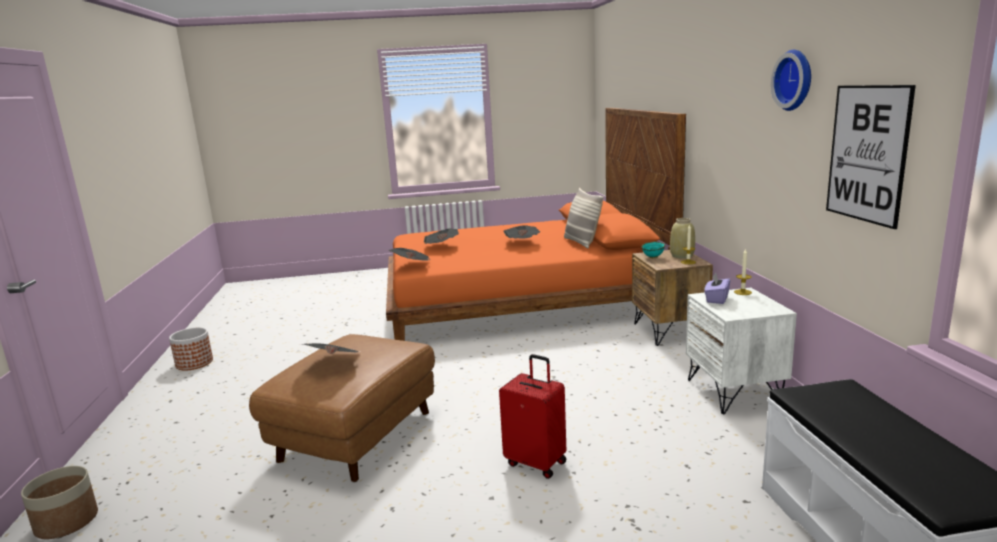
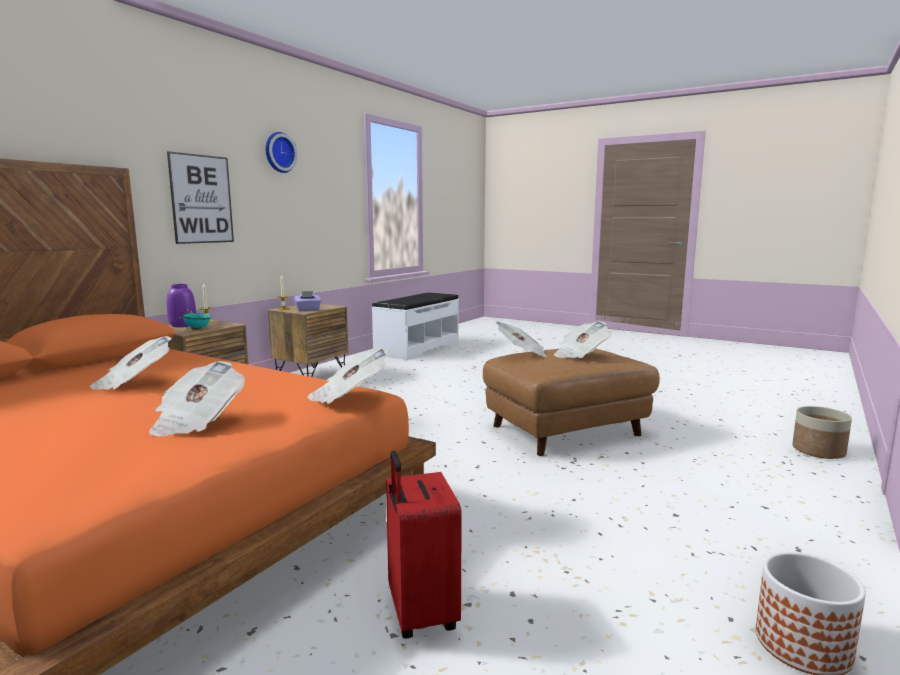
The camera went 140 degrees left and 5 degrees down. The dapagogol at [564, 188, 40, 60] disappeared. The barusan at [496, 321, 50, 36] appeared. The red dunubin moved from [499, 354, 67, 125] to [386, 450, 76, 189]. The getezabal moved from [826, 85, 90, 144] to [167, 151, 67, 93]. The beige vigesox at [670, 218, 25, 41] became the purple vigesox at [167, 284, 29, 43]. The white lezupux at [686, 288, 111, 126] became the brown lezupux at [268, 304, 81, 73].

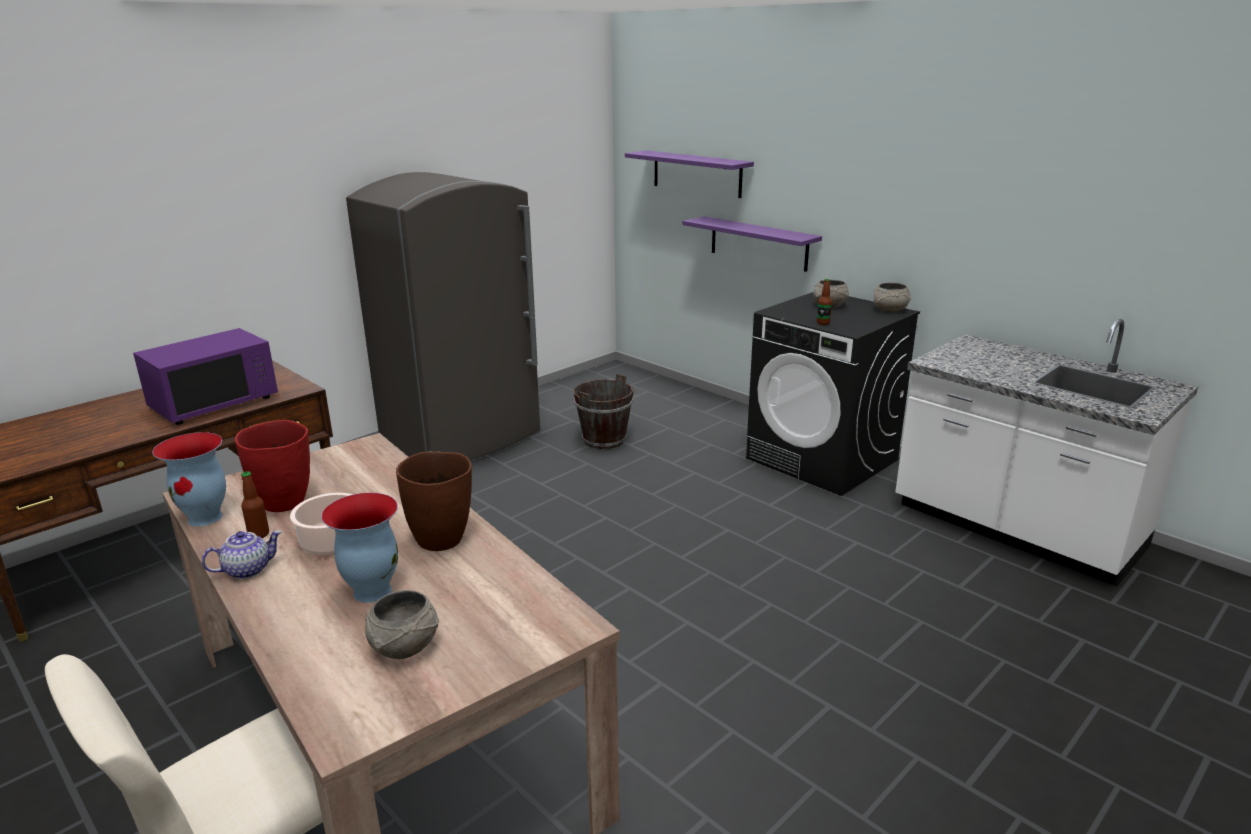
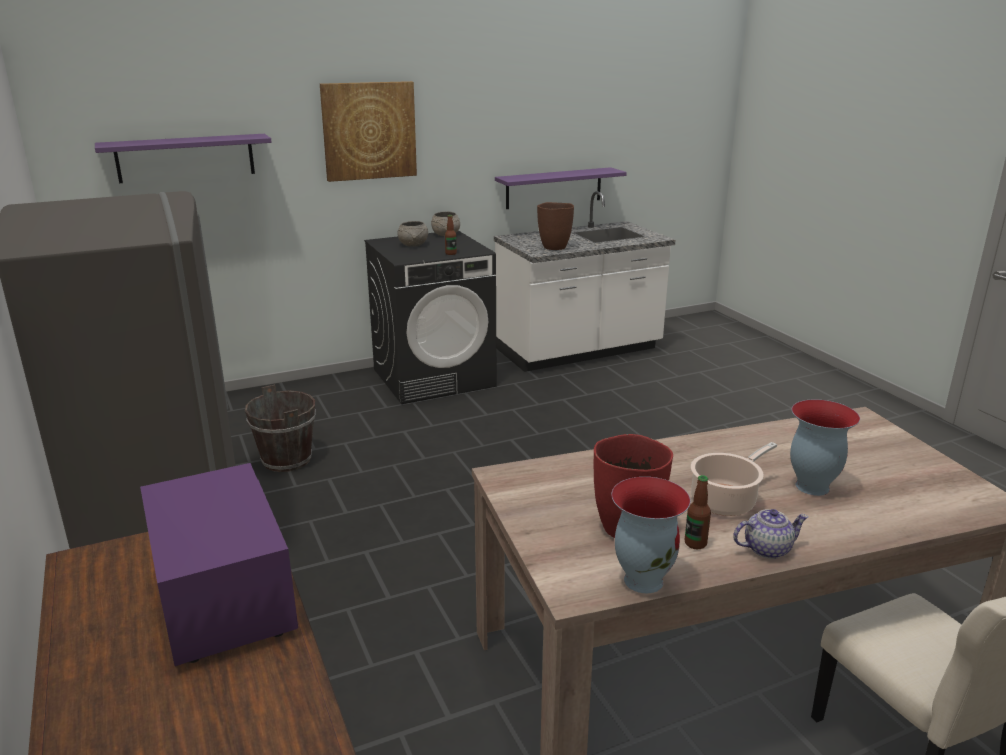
The camera went 70 degrees left and 0 degrees up. The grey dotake at [365, 590, 74, 69] disappeared. The getezabal at [320, 81, 97, 101] appeared. The brown vigesox moved from [396, 451, 76, 100] to [537, 202, 37, 48]. The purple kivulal moved from [683, 216, 139, 56] to [495, 167, 132, 42]. The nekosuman at [202, 530, 80, 49] turned 90 degrees clockwise.

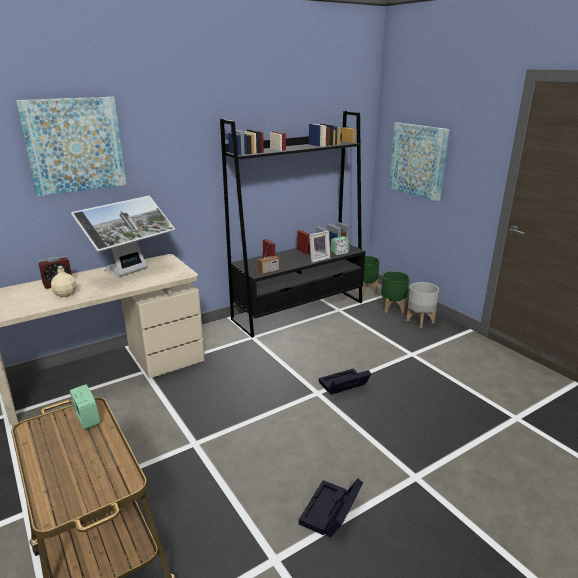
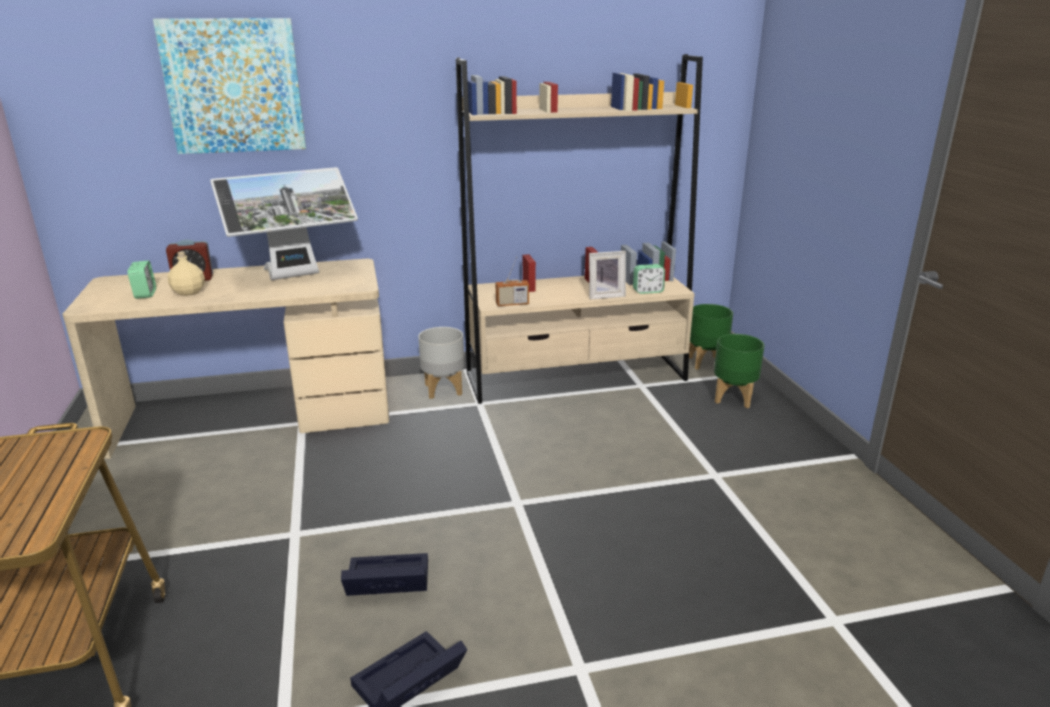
The camera went 20 degrees right and 0 degrees up. The getezabal at [389, 122, 60, 79] disappeared. The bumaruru moved from [70, 384, 31, 46] to [128, 260, 28, 39]. The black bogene moved from [319, 369, 52, 26] to [341, 553, 87, 43]. The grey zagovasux moved from [406, 282, 33, 46] to [418, 327, 46, 72]. The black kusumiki at [220, 111, 146, 227] became the beige kusumiki at [456, 54, 247, 350].

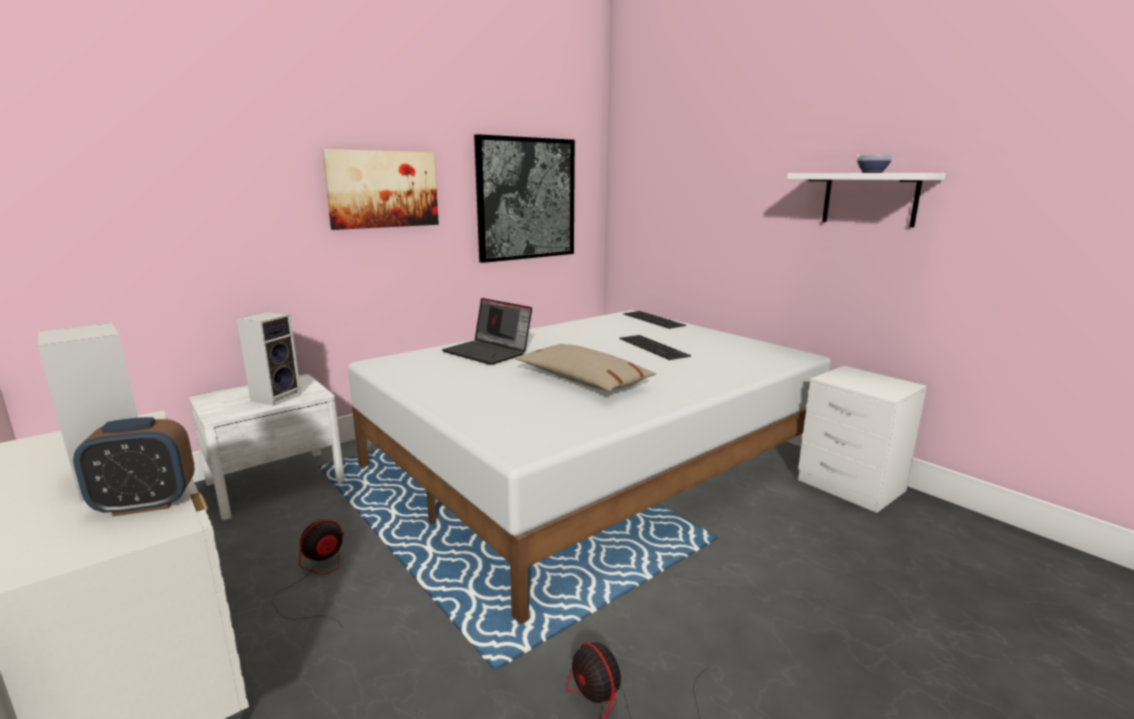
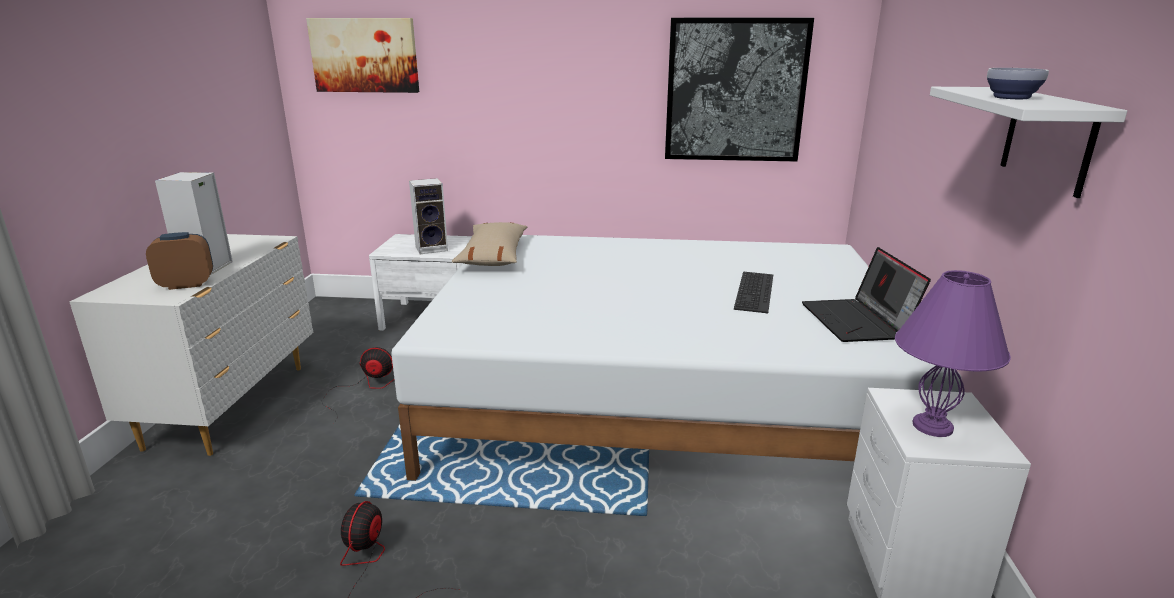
The camera went 45 degrees right and 5 degrees up. The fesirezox at [623, 311, 63, 18] disappeared. The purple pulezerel at [895, 270, 116, 167] appeared. The getezabal moved from [322, 149, 117, 81] to [306, 18, 113, 75]. The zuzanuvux moved from [442, 298, 90, 67] to [802, 247, 129, 95]. The beige dapagogol moved from [515, 344, 141, 47] to [452, 222, 75, 44]. The bumaruru at [73, 417, 122, 99] turned 135 degrees clockwise.

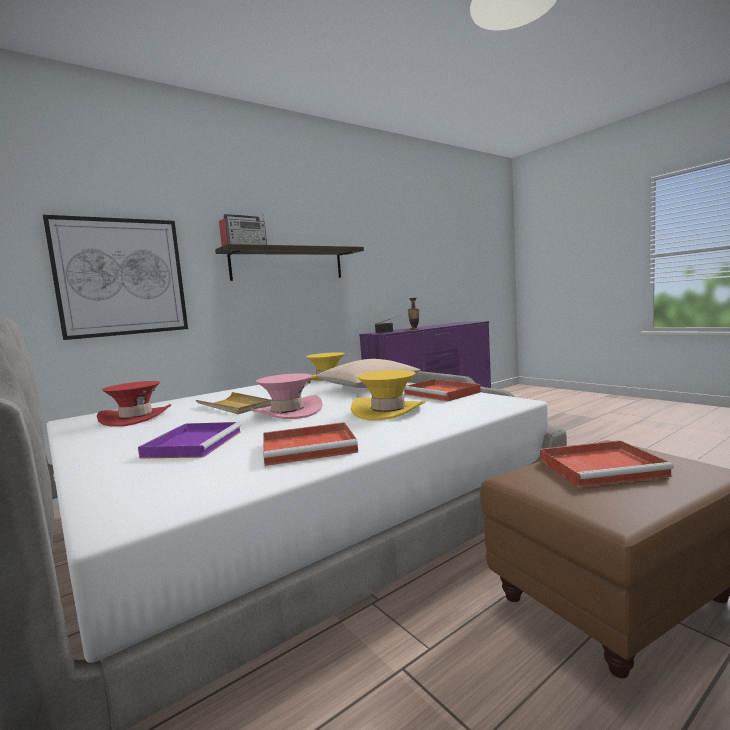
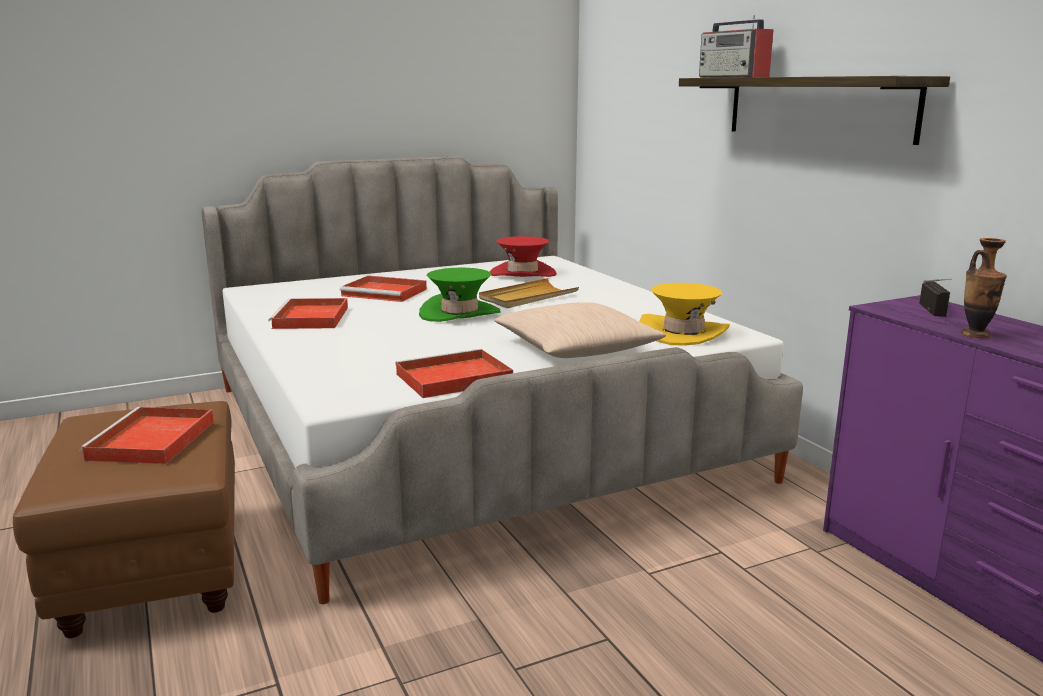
The camera went 100 degrees right and 10 degrees up. The getezabal at [43, 215, 145, 125] disappeared. The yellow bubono at [351, 370, 75, 51] disappeared. The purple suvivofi at [138, 422, 104, 37] became the red suvivofi at [340, 275, 87, 27]. The pink bubono at [251, 373, 72, 46] became the green bubono at [419, 268, 82, 54].

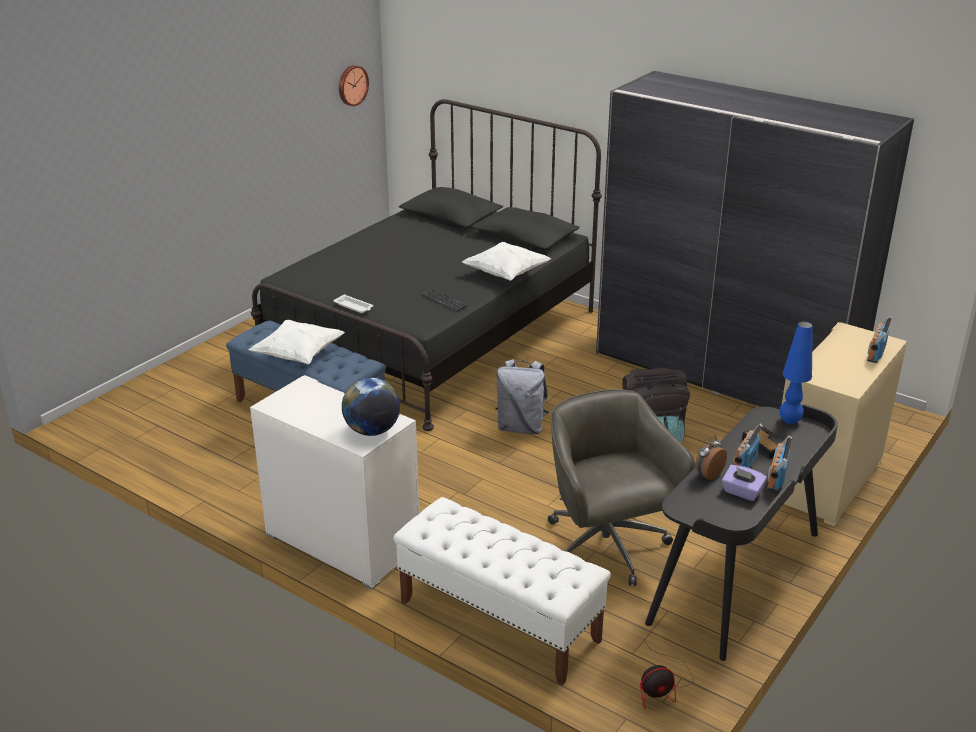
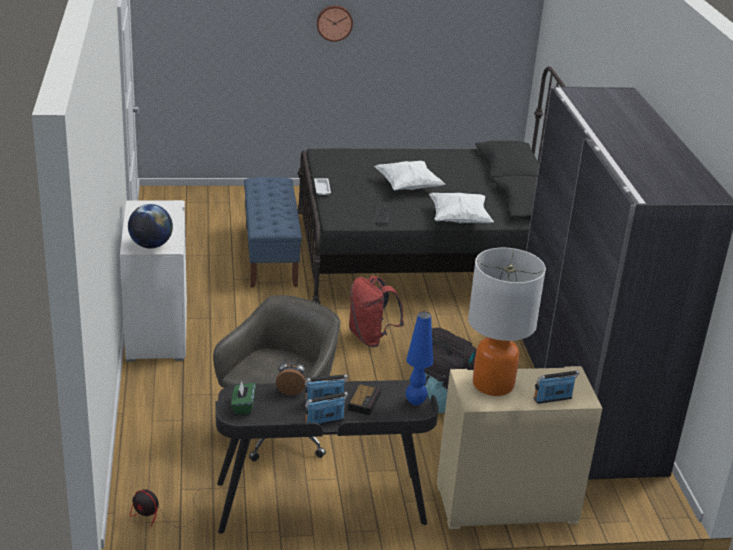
The camera went 45 degrees right and 0 degrees up. The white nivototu at [394, 497, 217, 188] disappeared. The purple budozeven at [722, 465, 45, 36] disappeared. The green budozeven at [231, 381, 25, 34] appeared. The pulezerel at [468, 248, 78, 148] appeared. The white dapagogol moved from [249, 320, 96, 45] to [374, 161, 71, 30]. The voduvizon moved from [339, 65, 30, 41] to [316, 5, 37, 37]. The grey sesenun at [495, 359, 54, 75] became the red sesenun at [349, 276, 55, 71].

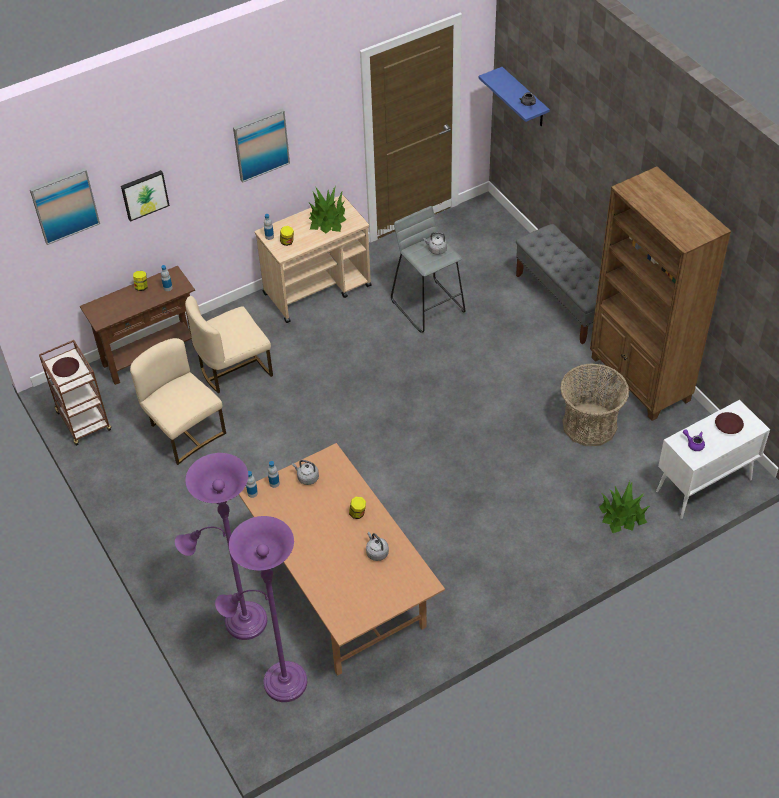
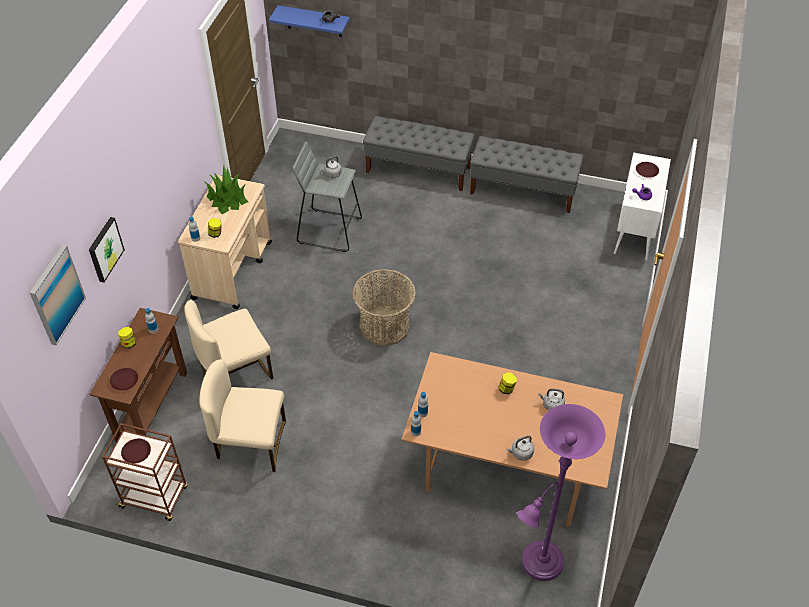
The camera went 45 degrees left and 0 degrees up. The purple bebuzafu at [175, 453, 92, 187] disappeared. The getezabal at [233, 108, 57, 75] disappeared. The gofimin at [599, 481, 51, 52] disappeared. The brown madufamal at [110, 368, 28, 23] appeared. The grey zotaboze moved from [292, 460, 27, 25] to [507, 436, 27, 25]. The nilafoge moved from [560, 363, 69, 83] to [352, 269, 64, 77]. The brown kusumiki at [590, 167, 141, 254] was replaced by the grey nivototu at [470, 136, 114, 77]. The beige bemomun at [185, 296, 88, 97] turned 45 degrees clockwise.

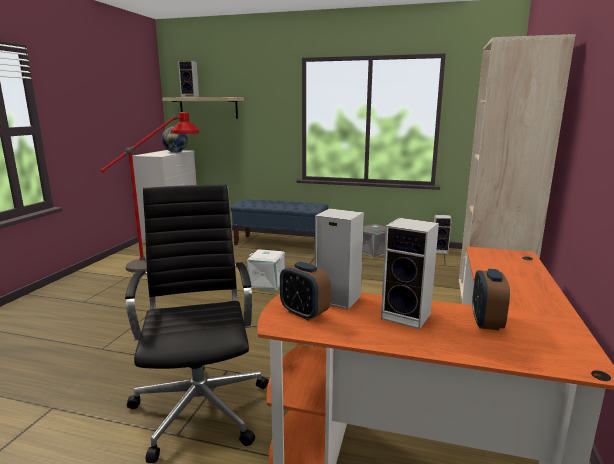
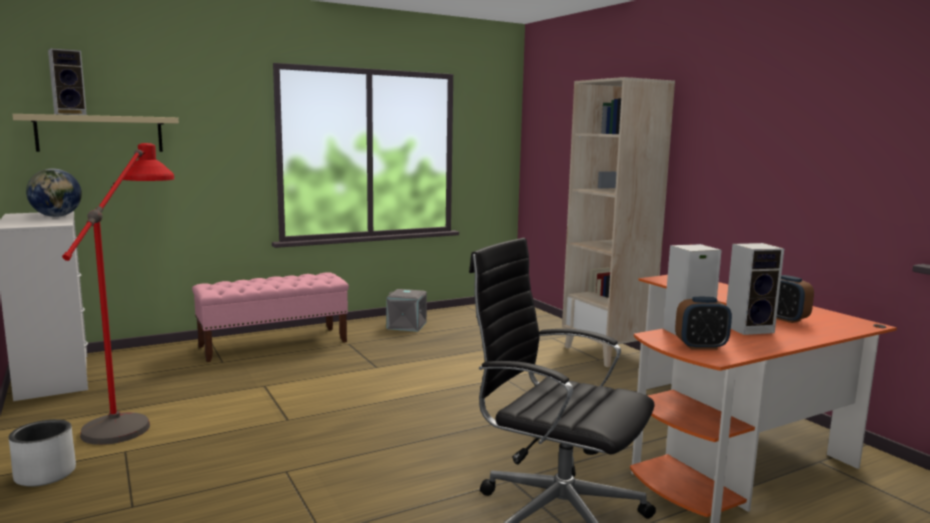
The camera went 45 degrees left and 5 degrees down. The white bogene at [247, 249, 38, 42] disappeared. The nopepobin at [434, 215, 18, 39] disappeared. The white zagovasux at [9, 419, 67, 68] appeared. The blue nivototu at [230, 199, 98, 46] became the pink nivototu at [192, 272, 157, 90].

